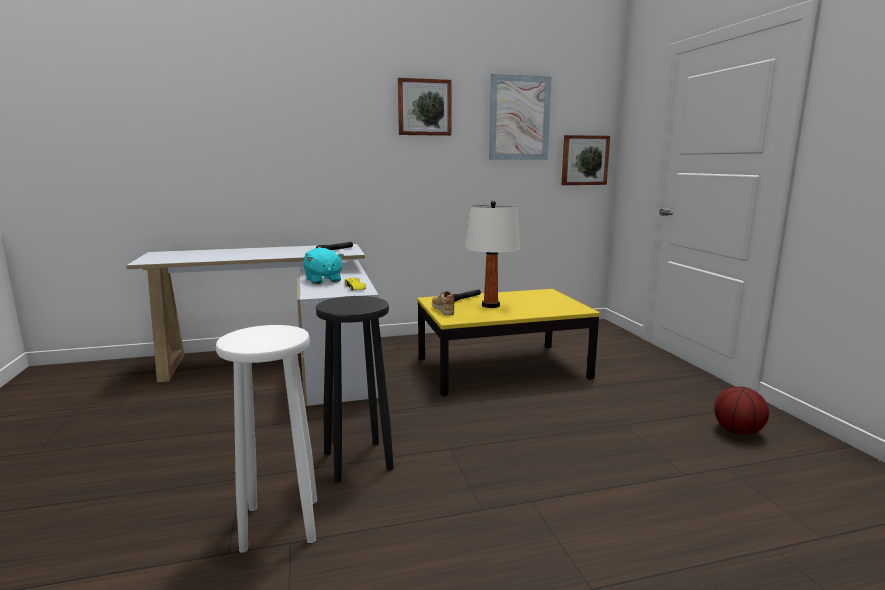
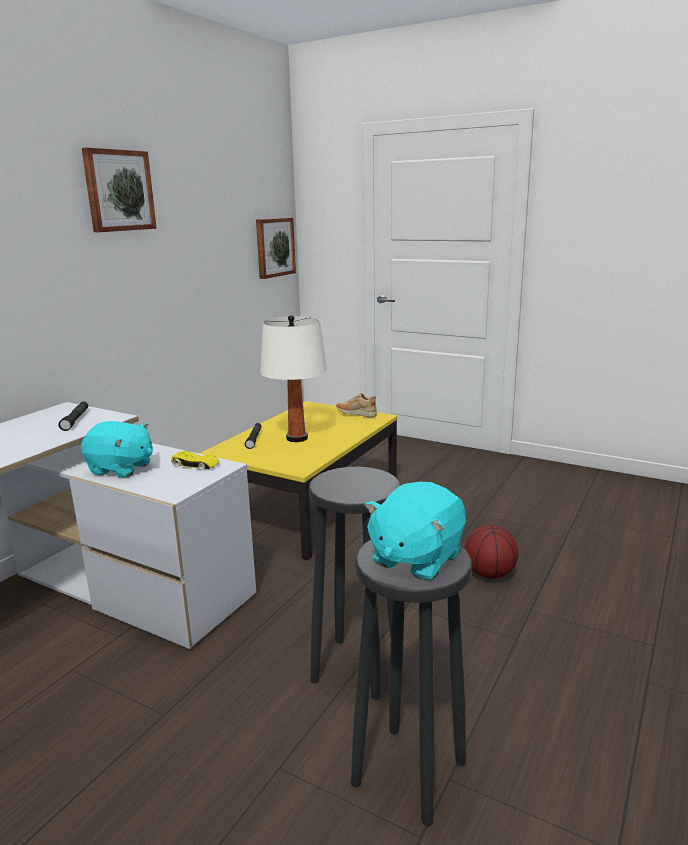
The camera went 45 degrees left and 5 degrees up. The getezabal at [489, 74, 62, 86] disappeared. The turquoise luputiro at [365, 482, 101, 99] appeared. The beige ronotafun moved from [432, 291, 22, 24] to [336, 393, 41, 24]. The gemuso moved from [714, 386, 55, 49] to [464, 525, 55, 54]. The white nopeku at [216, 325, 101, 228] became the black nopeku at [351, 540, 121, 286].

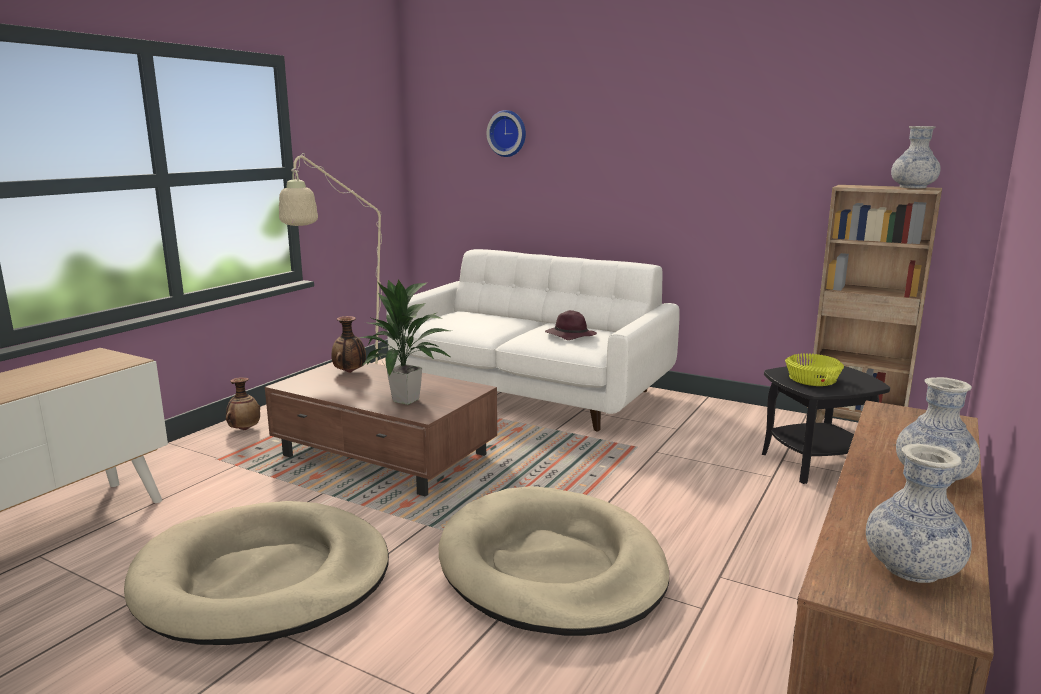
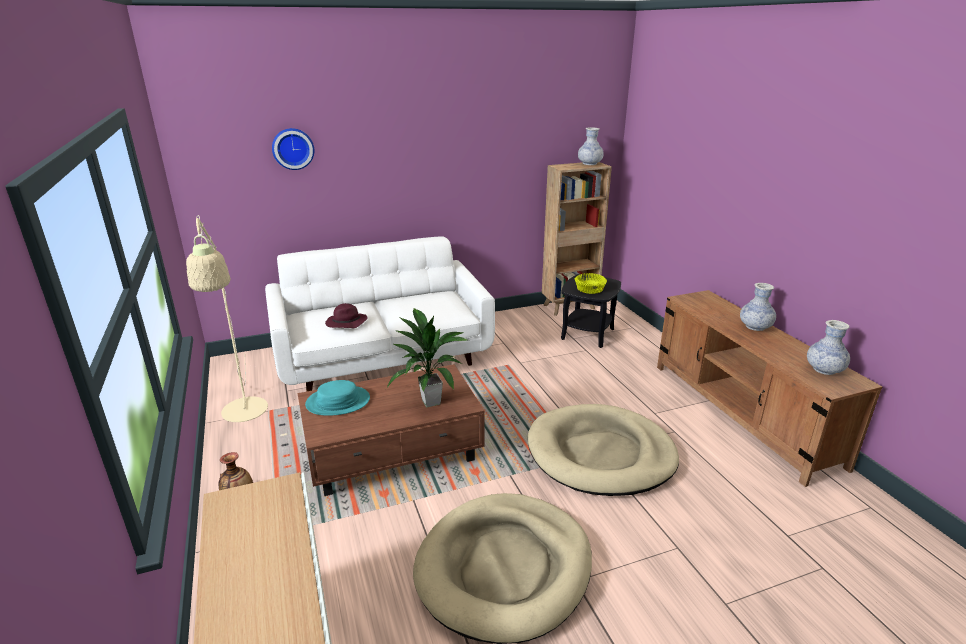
The camera went 50 degrees left and 10 degrees up. The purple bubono moved from [545, 310, 52, 30] to [325, 303, 43, 26]. The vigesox at [331, 316, 35, 57] was replaced by the turquoise bubono at [305, 380, 65, 36].

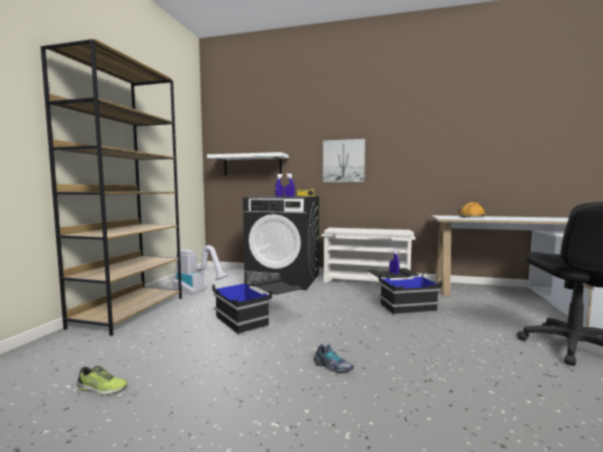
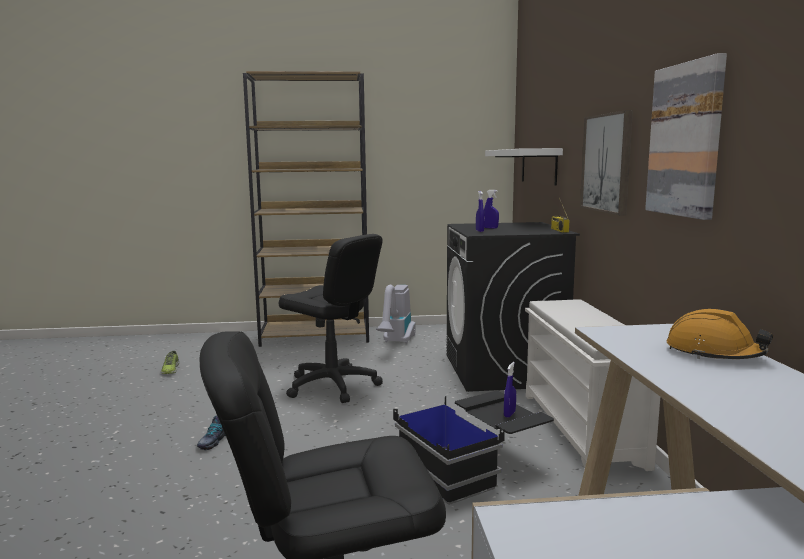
The camera went 70 degrees right and 5 degrees up. The getezabal at [645, 53, 82, 167] appeared. The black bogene at [212, 277, 91, 58] was replaced by the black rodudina at [279, 234, 104, 169].

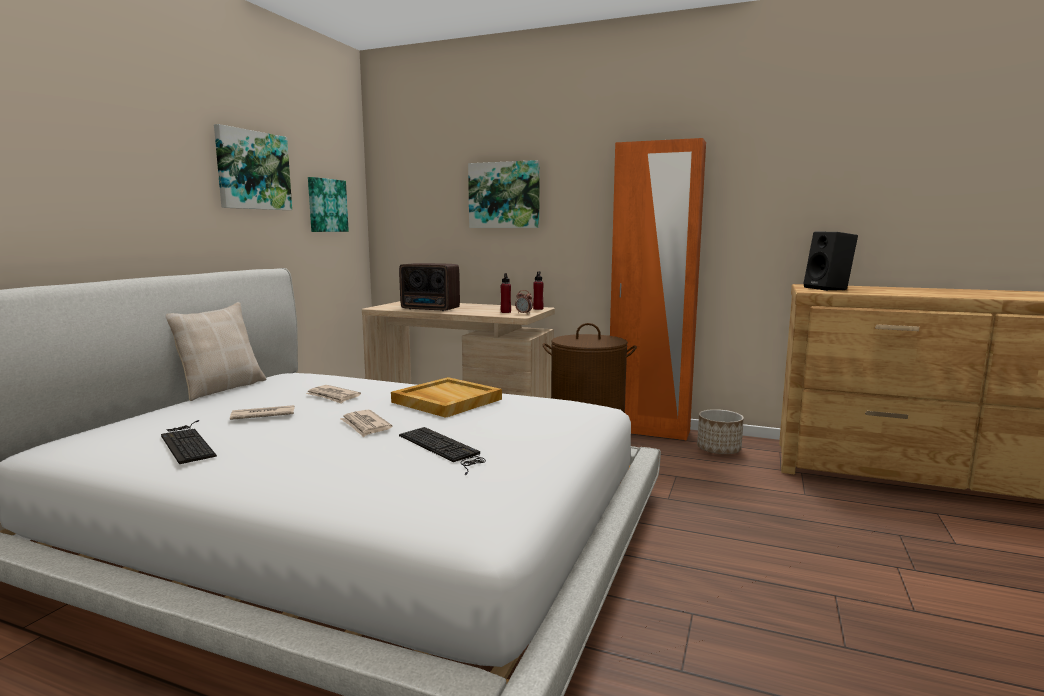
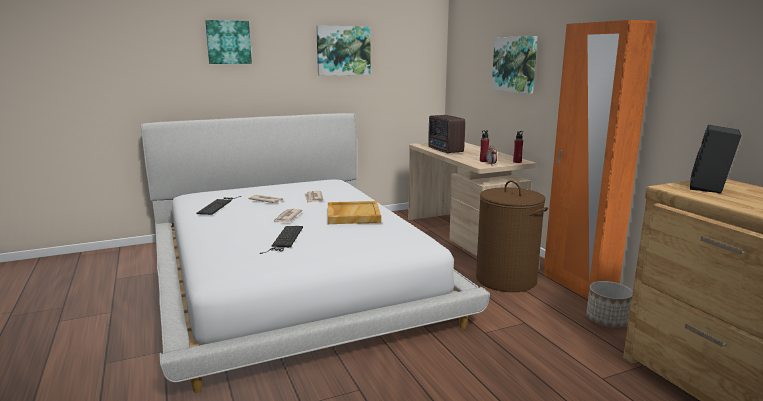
The camera went 45 degrees right and 5 degrees up. The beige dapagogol at [166, 302, 100, 99] disappeared. The getezabal moved from [308, 177, 41, 55] to [205, 20, 47, 44].

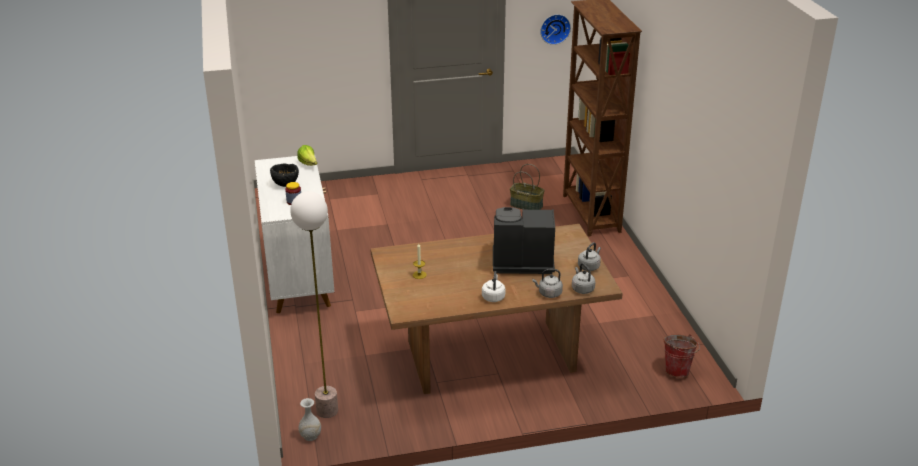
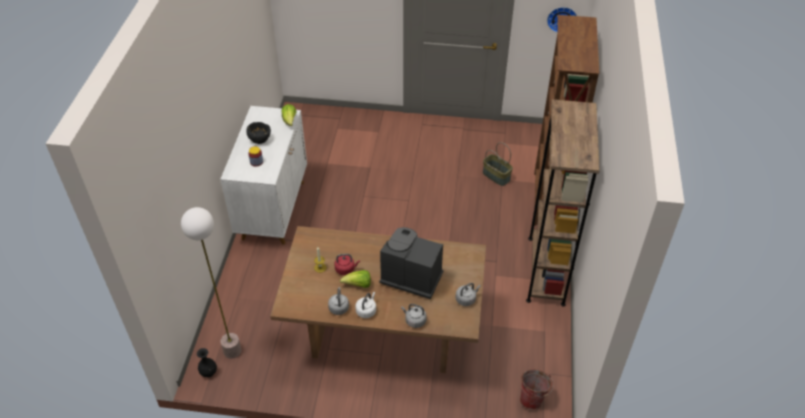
The camera went 20 degrees right and 15 degrees up. The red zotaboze at [334, 254, 26, 21] appeared. The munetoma at [340, 270, 31, 18] appeared. The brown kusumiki at [526, 99, 74, 207] appeared. The grey zotaboze moved from [572, 263, 23, 31] to [328, 287, 21, 28]. The white vigesox at [299, 398, 22, 43] became the black vigesox at [197, 348, 20, 29].

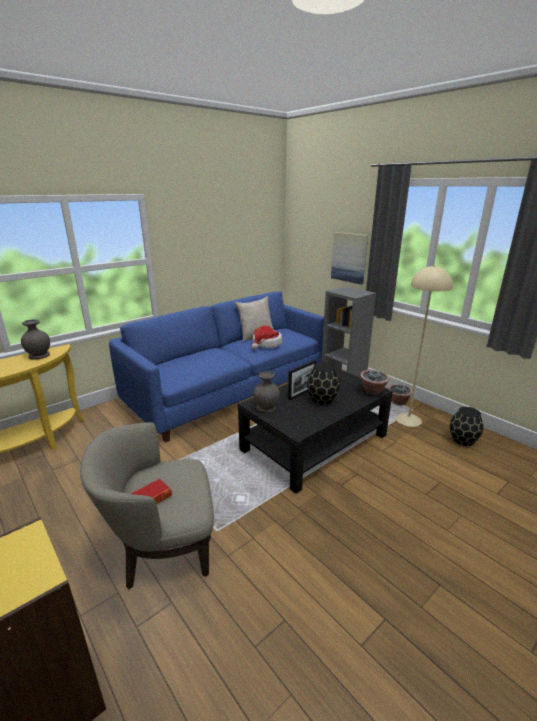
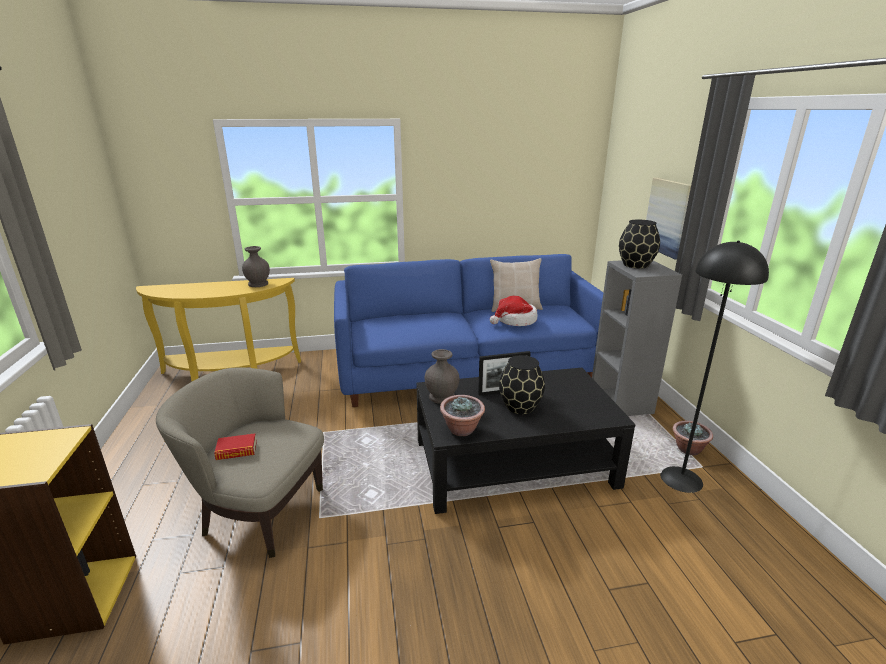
The camera went 30 degrees right and 0 degrees up. The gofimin moved from [360, 370, 30, 25] to [440, 395, 45, 41]. The black vigesox moved from [450, 407, 33, 39] to [619, 220, 41, 49]. The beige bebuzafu at [397, 265, 56, 162] became the black bebuzafu at [660, 241, 109, 252].

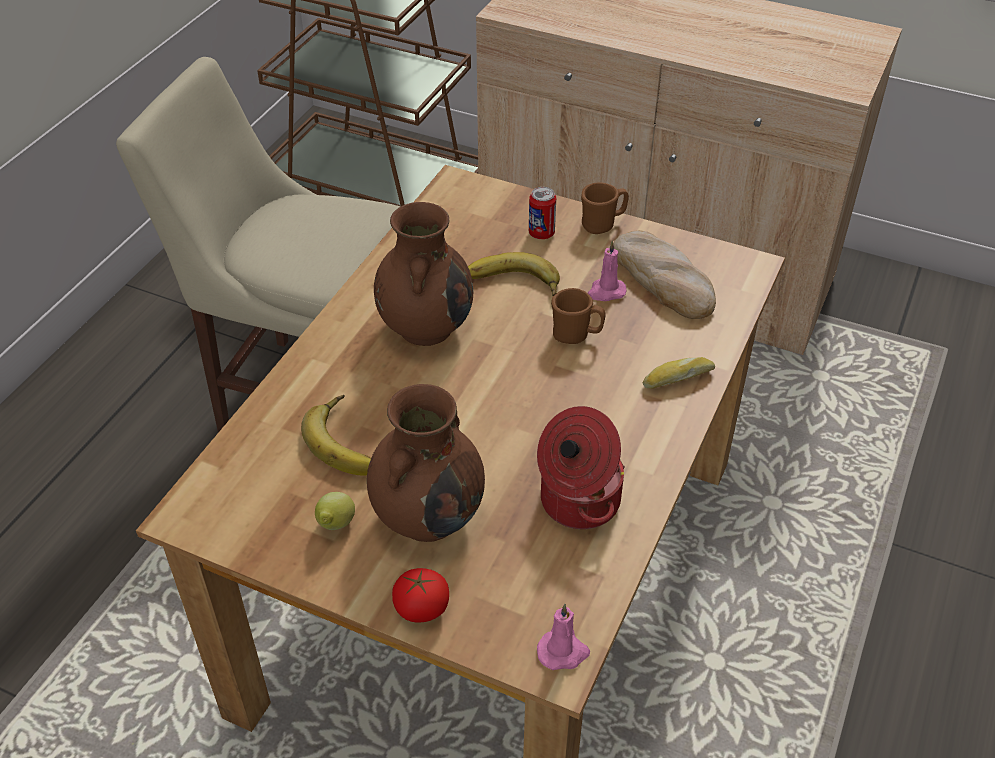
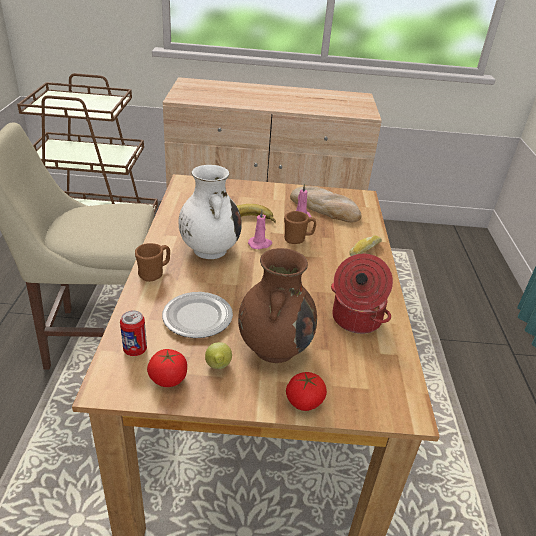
The camera went 25 degrees left and 10 degrees down. The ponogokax at [147, 349, 40, 38] appeared. The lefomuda moved from [529, 187, 27, 52] to [120, 310, 27, 46]. The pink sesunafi moved from [537, 604, 53, 66] to [248, 209, 24, 40]. The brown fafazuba moved from [581, 183, 48, 51] to [135, 243, 35, 39]. The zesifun at [301, 395, 70, 81] was replaced by the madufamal at [162, 292, 71, 46]. The brown vigesox at [374, 202, 99, 144] became the white vigesox at [178, 165, 64, 94].

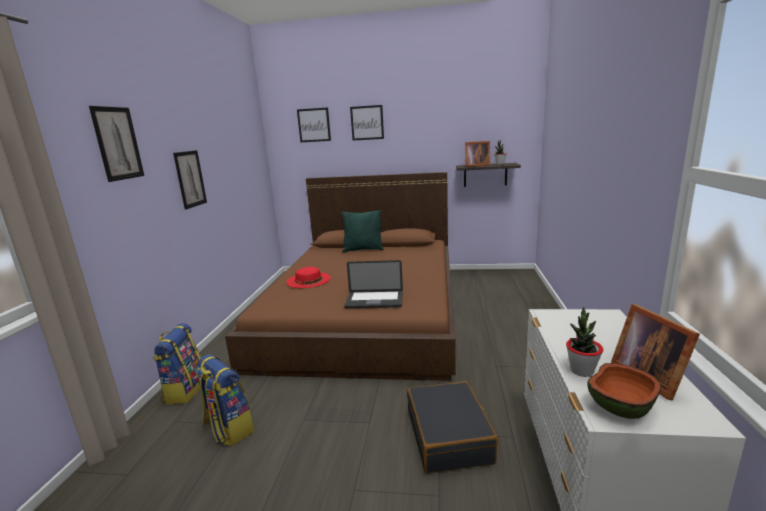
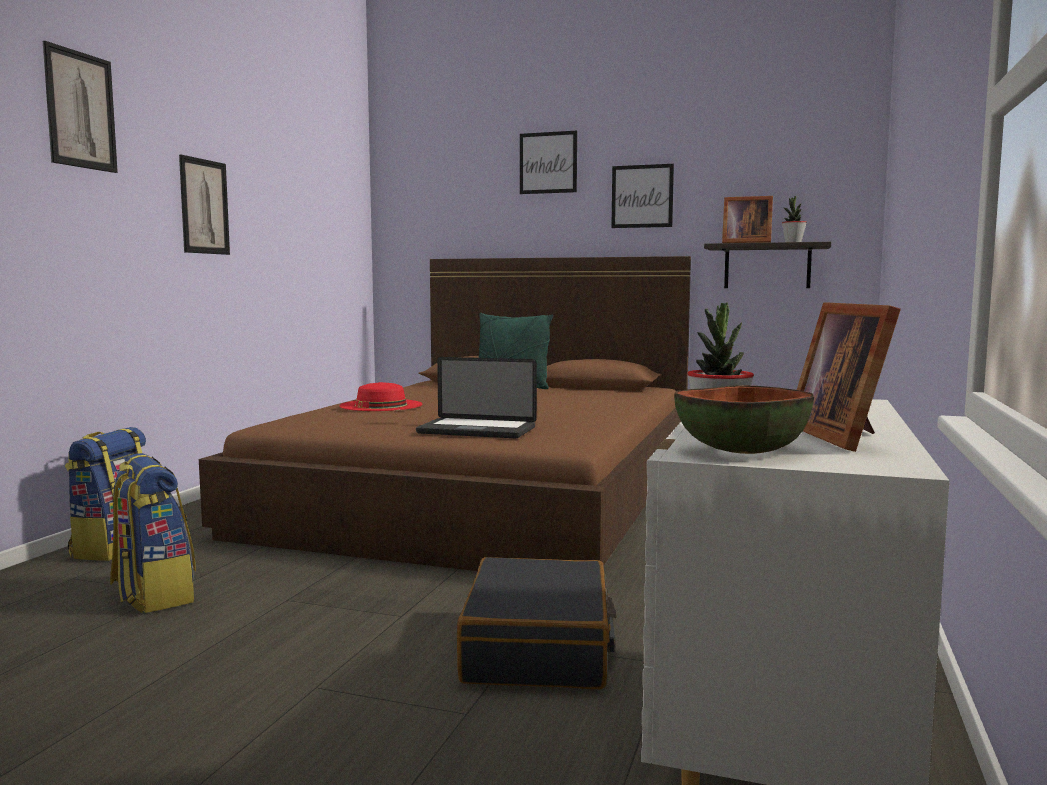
The camera went 10 degrees right and 10 degrees down. The getezabal moved from [297, 108, 34, 34] to [611, 164, 63, 64].

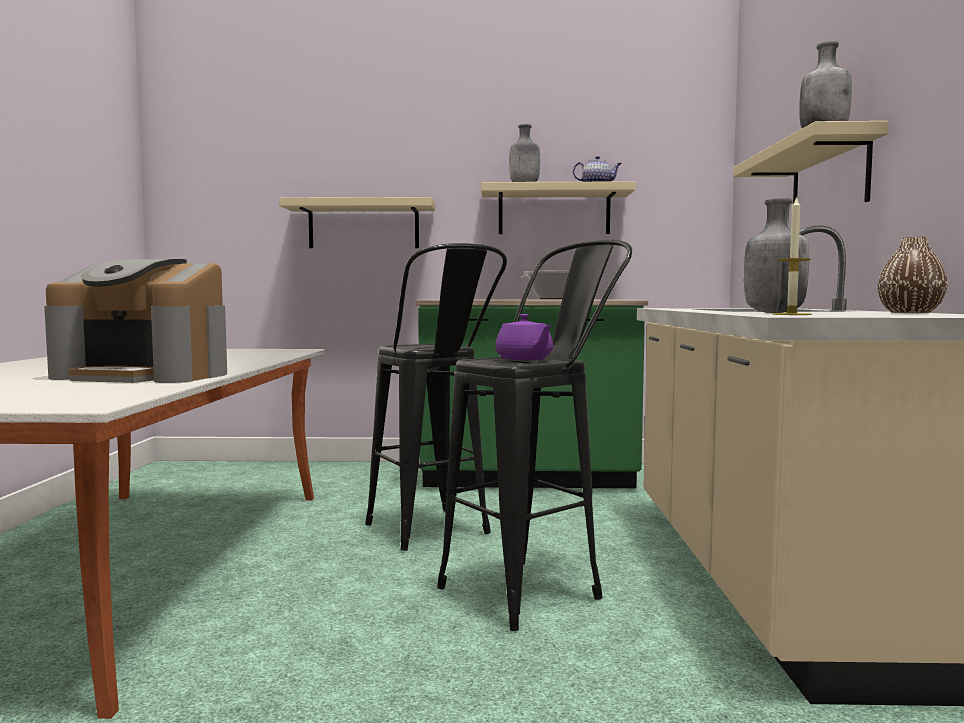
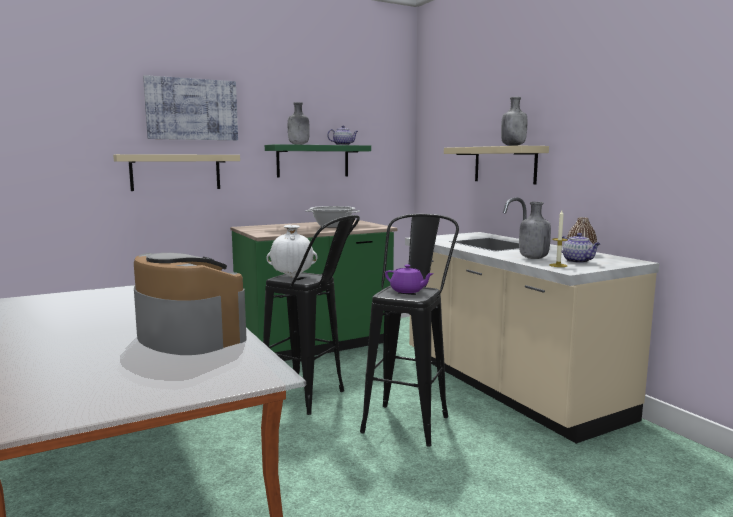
The camera went 30 degrees left and 5 degrees up. The getezabal at [143, 75, 95, 65] appeared. The white vigesox at [266, 225, 52, 53] appeared. The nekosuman at [562, 233, 39, 30] appeared. The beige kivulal at [481, 181, 155, 53] became the green kivulal at [265, 144, 106, 34]. The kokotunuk at [44, 259, 183, 124] turned 120 degrees counterclockwise.

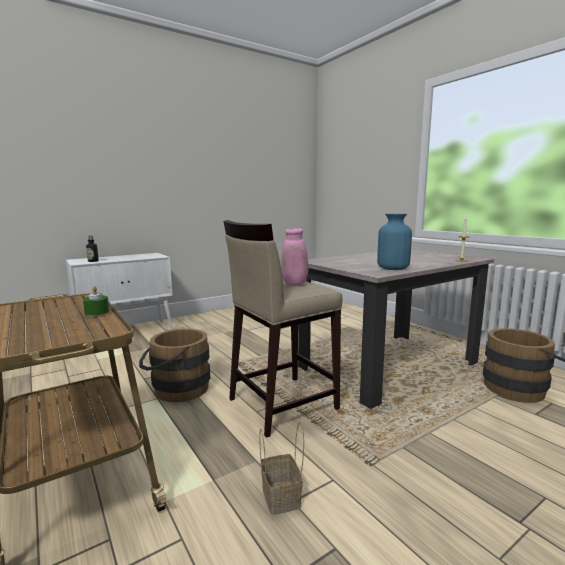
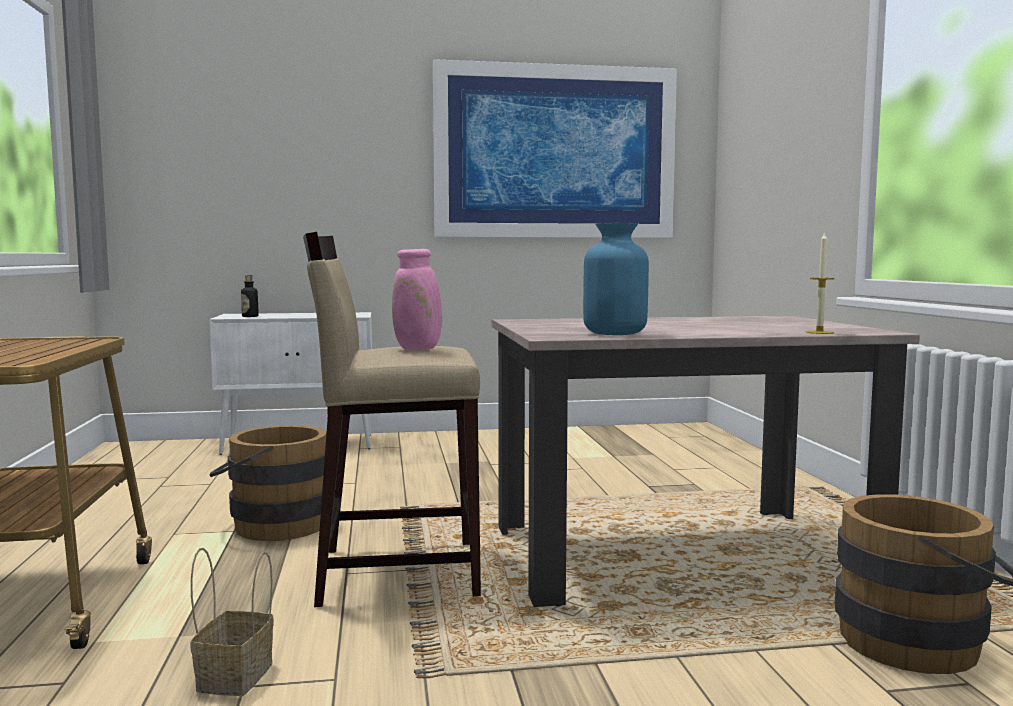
The camera went 25 degrees right and 5 degrees down. The green sesunafi at [83, 286, 26, 30] disappeared. The getezabal at [433, 59, 244, 179] appeared.

